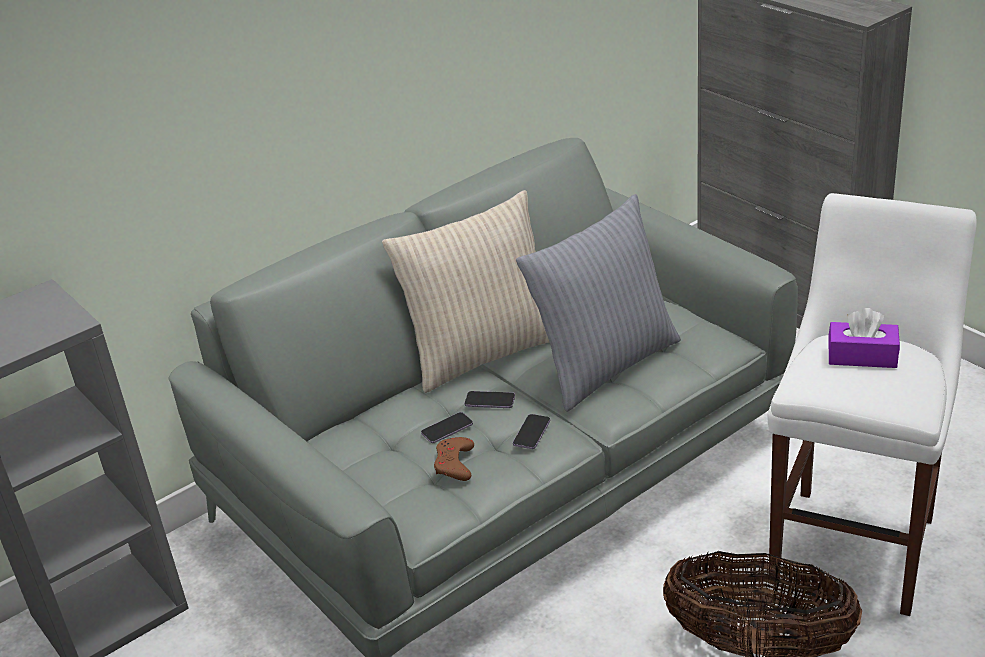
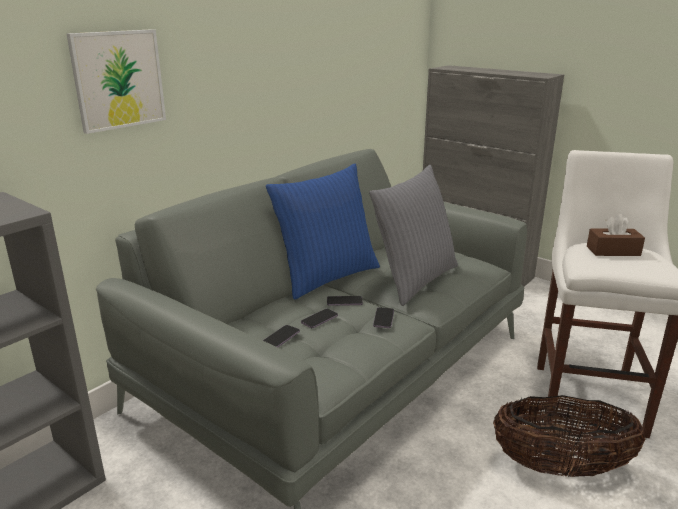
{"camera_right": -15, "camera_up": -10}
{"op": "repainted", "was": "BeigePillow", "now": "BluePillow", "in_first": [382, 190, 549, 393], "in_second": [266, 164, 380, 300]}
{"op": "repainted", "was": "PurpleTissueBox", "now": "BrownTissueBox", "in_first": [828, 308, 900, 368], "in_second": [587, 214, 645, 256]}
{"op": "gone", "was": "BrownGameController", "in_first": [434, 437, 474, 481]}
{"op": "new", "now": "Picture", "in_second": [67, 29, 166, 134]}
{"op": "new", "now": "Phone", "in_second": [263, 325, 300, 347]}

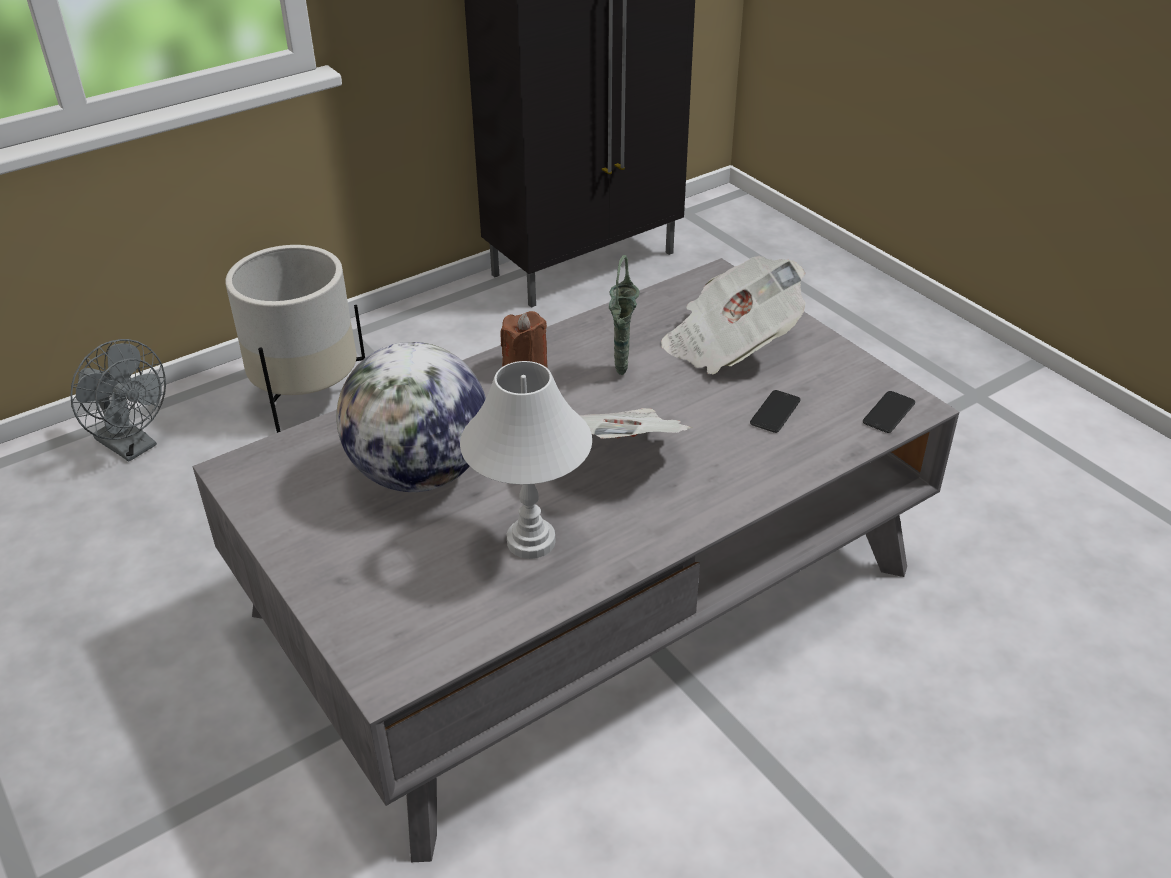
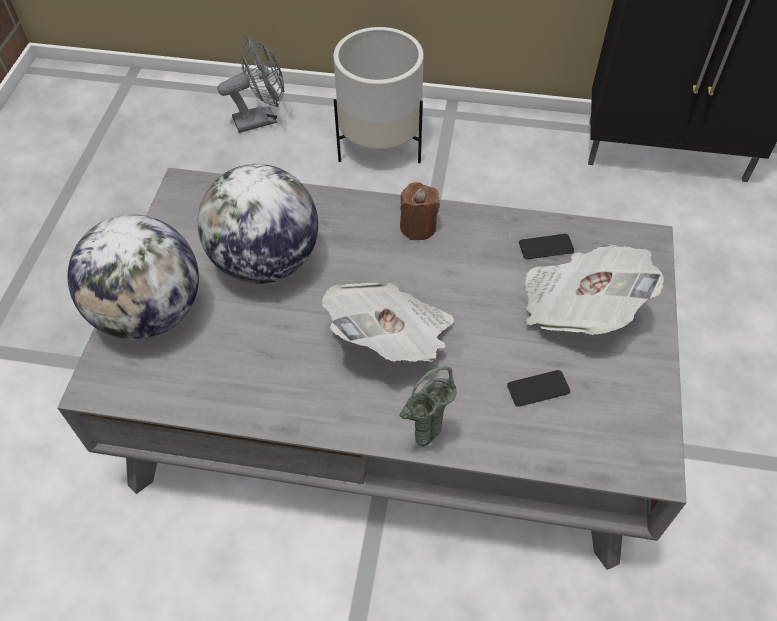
{"camera_right": 45, "camera_up": 15}
{"op": "shifted", "was": "GreenVase", "in_first": [609, 255, 639, 375], "in_second": [399, 366, 457, 447]}
{"op": "rotated", "was": "GreyFan", "in_first": [71, 339, 166, 462], "in_second": [218, 37, 284, 133], "clockwise": -105}
{"op": "gone", "was": "WhiteTableLamp", "in_first": [460, 361, 592, 559]}
{"op": "shifted", "was": "Phone", "in_first": [863, 391, 915, 433], "in_second": [519, 234, 574, 259]}
{"op": "new", "now": "Globe", "in_second": [67, 214, 199, 340]}

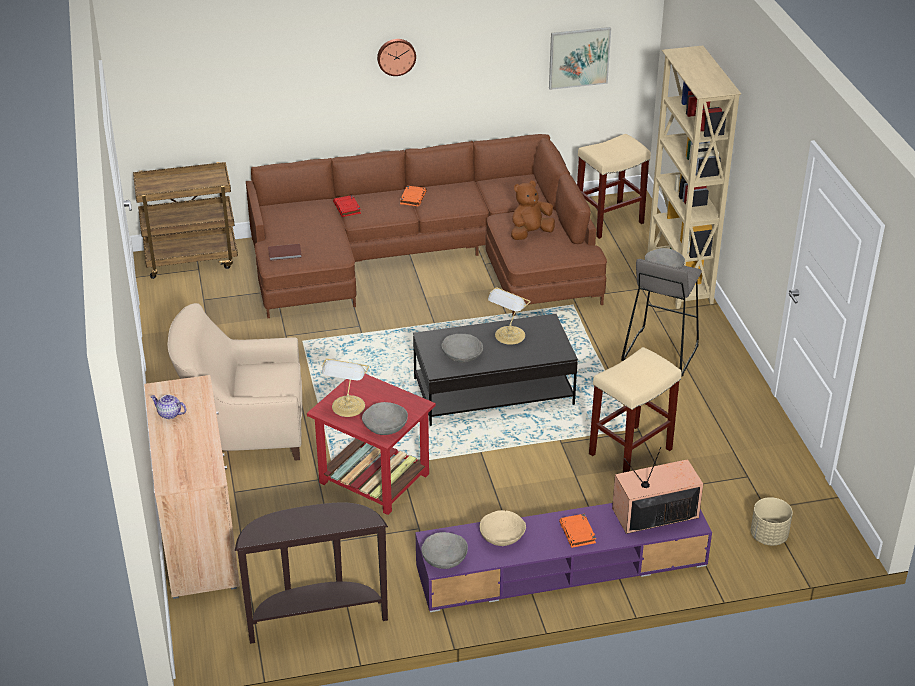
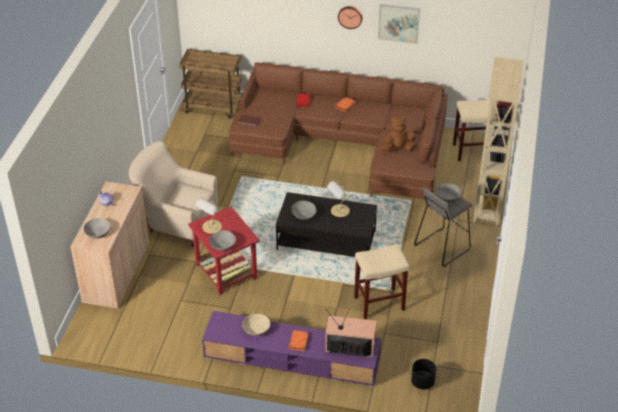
{"camera_right": 25, "camera_up": 5}
{"op": "shifted", "was": "Picture", "in_first": [549, 27, 611, 90], "in_second": [378, 4, 420, 44]}
{"op": "repainted", "was": "BeigePlanter", "now": "BlackPlanter", "in_first": [751, 497, 793, 545], "in_second": [411, 359, 436, 390]}
{"op": "gone", "was": "BrownConsoleTable", "in_first": [235, 502, 388, 644]}
{"op": "shifted", "was": "GreyBowl", "in_first": [421, 532, 468, 569], "in_second": [84, 218, 111, 239]}

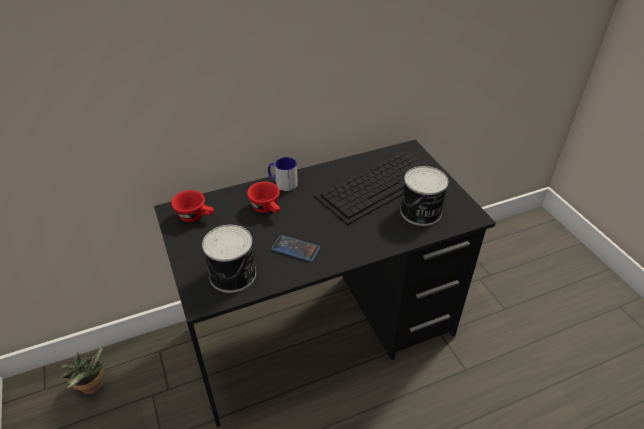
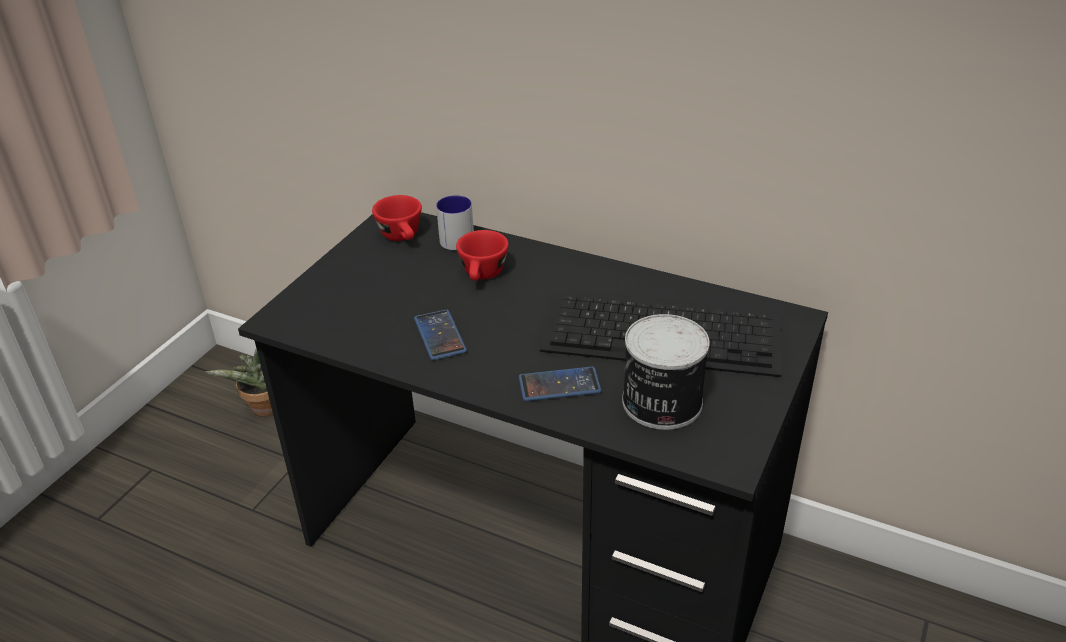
{"camera_right": 50, "camera_up": -5}
{"op": "shifted", "was": "Mug", "in_first": [268, 157, 298, 191], "in_second": [436, 195, 474, 251]}
{"op": "gone", "was": "Can", "in_first": [202, 225, 256, 293]}
{"op": "new", "now": "Phone", "in_second": [519, 367, 602, 401]}

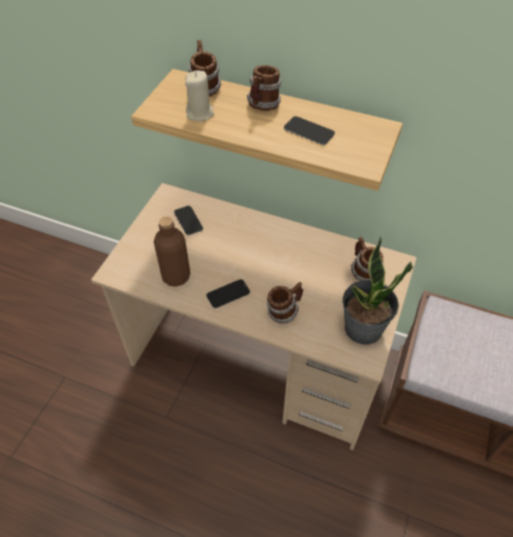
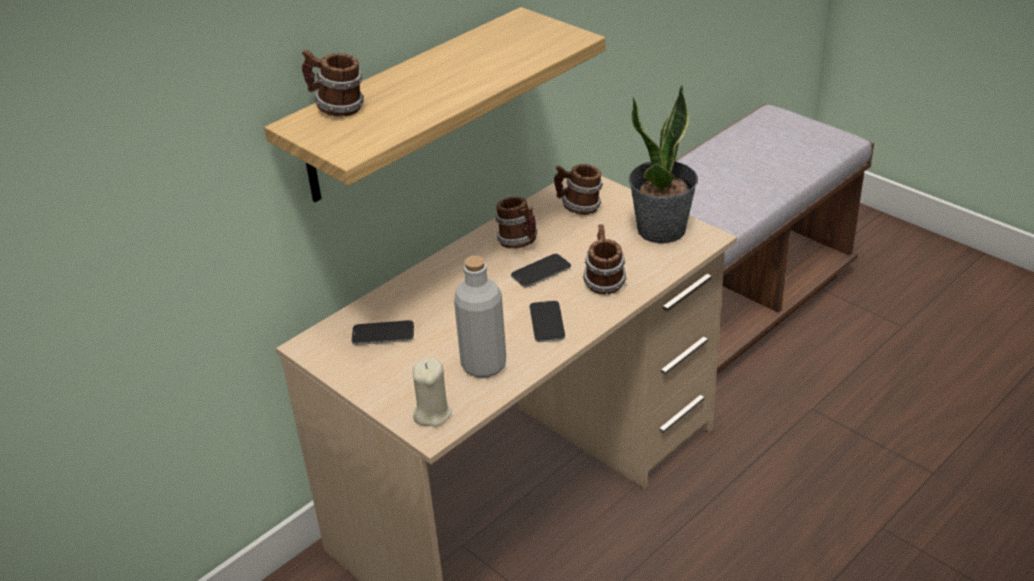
{"camera_right": -65, "camera_up": -15}
{"op": "shifted", "was": "Mug", "in_first": [247, 65, 281, 111], "in_second": [495, 197, 538, 249]}
{"op": "shifted", "was": "BeigeCandle", "in_first": [185, 70, 214, 121], "in_second": [413, 358, 452, 427]}
{"op": "shifted", "was": "Phone", "in_first": [284, 116, 335, 145], "in_second": [511, 254, 571, 288]}
{"op": "repainted", "was": "BrownBottle", "now": "GreyBottle", "in_first": [154, 217, 190, 287], "in_second": [454, 256, 506, 378]}

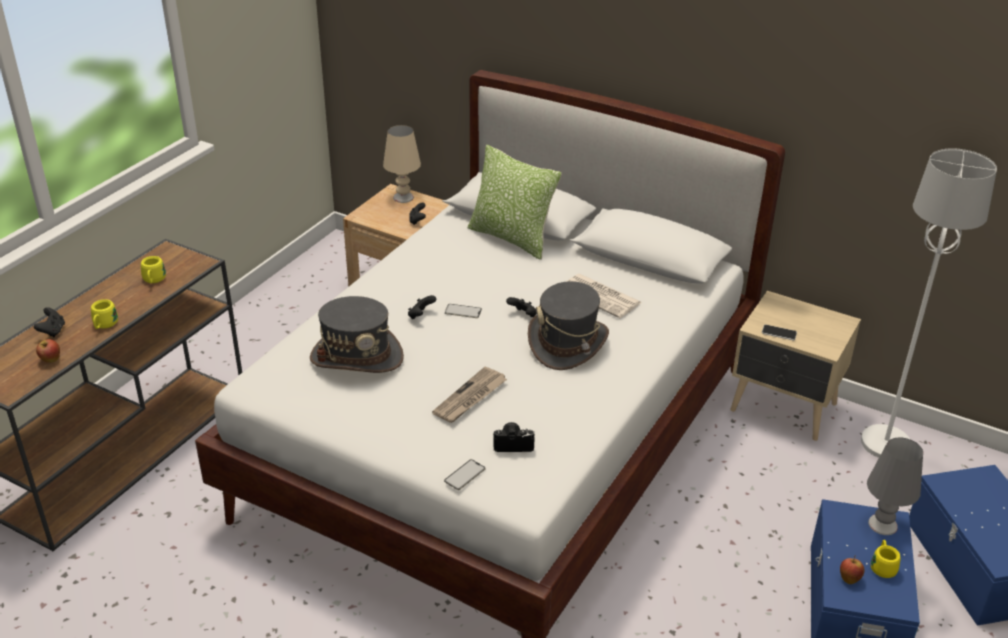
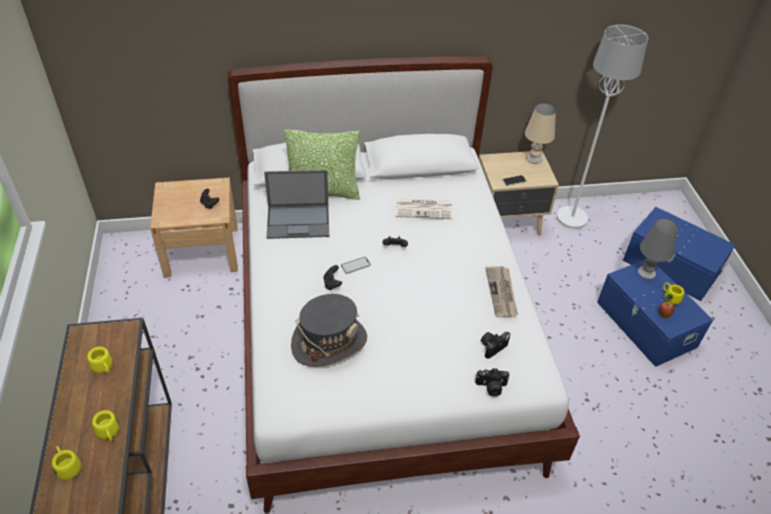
{"camera_right": -40, "camera_up": 10}
{"op": "shifted", "was": "BeigeTableLamp", "in_first": [383, 125, 421, 203], "in_second": [525, 104, 556, 164]}
{"op": "gone", "was": "GreyHat", "in_first": [528, 281, 609, 370]}
{"op": "swapped", "was": "BlackGameController", "now": "YellowMug", "in_first": [34, 307, 65, 337], "in_second": [52, 446, 81, 480]}
{"op": "gone", "was": "Apple", "in_first": [36, 339, 60, 363]}
{"op": "shifted", "was": "Newspaper", "in_first": [432, 366, 507, 423], "in_second": [485, 266, 518, 317]}
{"op": "swapped", "was": "Phone", "now": "PhotoCamera", "in_first": [444, 459, 486, 490], "in_second": [475, 368, 509, 397]}
{"op": "new", "now": "Laptop", "in_second": [264, 170, 329, 239]}

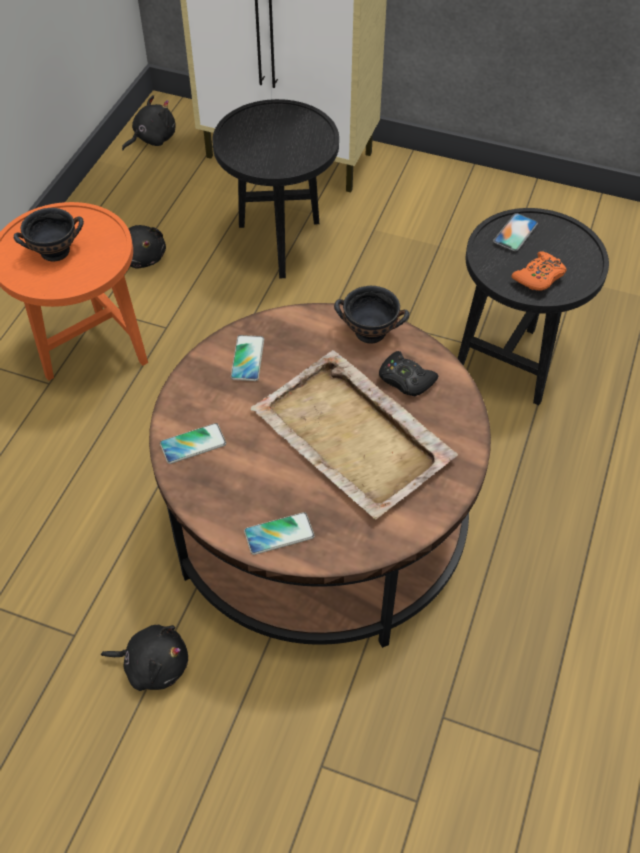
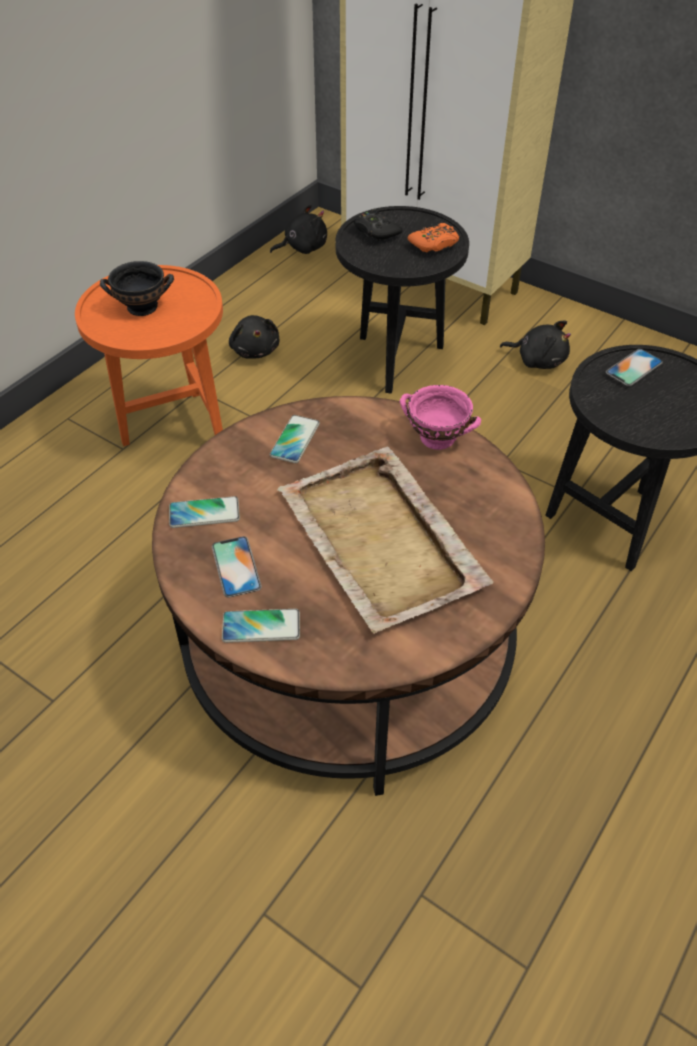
{"camera_right": 15, "camera_up": -5}
{"op": "shifted", "was": "OrangeGameController", "in_first": [512, 251, 567, 291], "in_second": [408, 223, 459, 253]}
{"op": "repainted", "was": "BlackBowl", "now": "PinkBowl", "in_first": [334, 286, 409, 344], "in_second": [400, 385, 481, 450]}
{"op": "shifted", "was": "BlackGameController", "in_first": [379, 351, 438, 396], "in_second": [353, 208, 403, 241]}
{"op": "shifted", "was": "BlackPlushToy", "in_first": [101, 625, 188, 691], "in_second": [500, 320, 571, 369]}
{"op": "new", "now": "Phone", "in_second": [212, 536, 262, 597]}

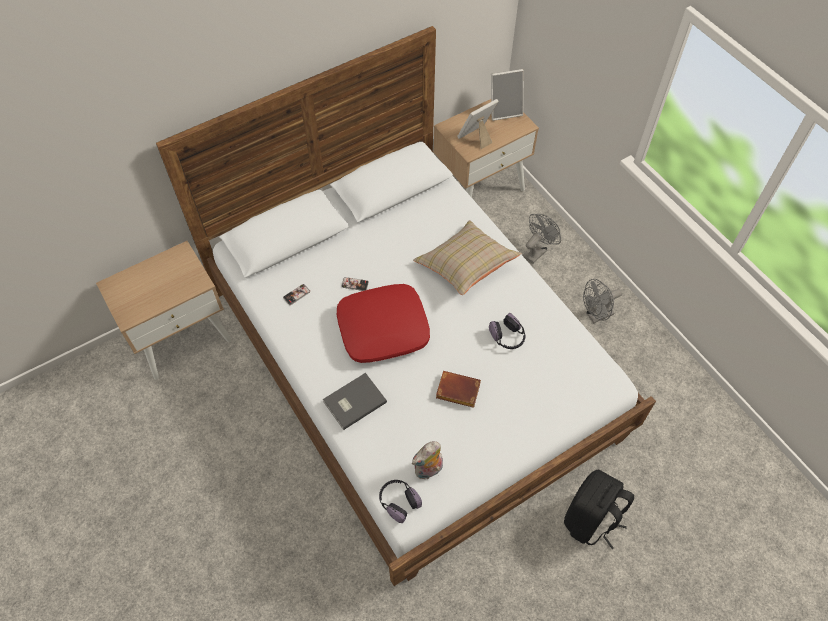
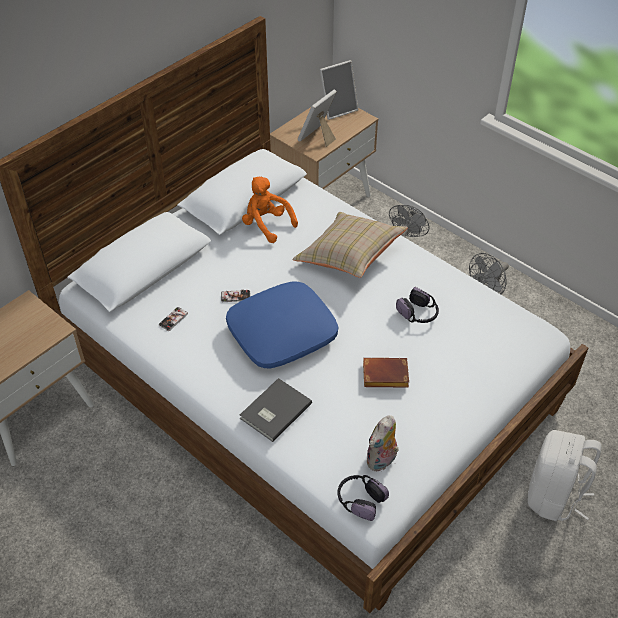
{"camera_right": -15, "camera_up": -10}
{"op": "repainted", "was": "RedPillow", "now": "BluePillow", "in_first": [337, 284, 430, 363], "in_second": [226, 281, 338, 369]}
{"op": "repainted", "was": "BlackBackpack", "now": "WhiteBackpack", "in_first": [564, 470, 634, 549], "in_second": [528, 430, 602, 521]}
{"op": "new", "now": "OrangePlushToy", "in_second": [242, 177, 298, 243]}

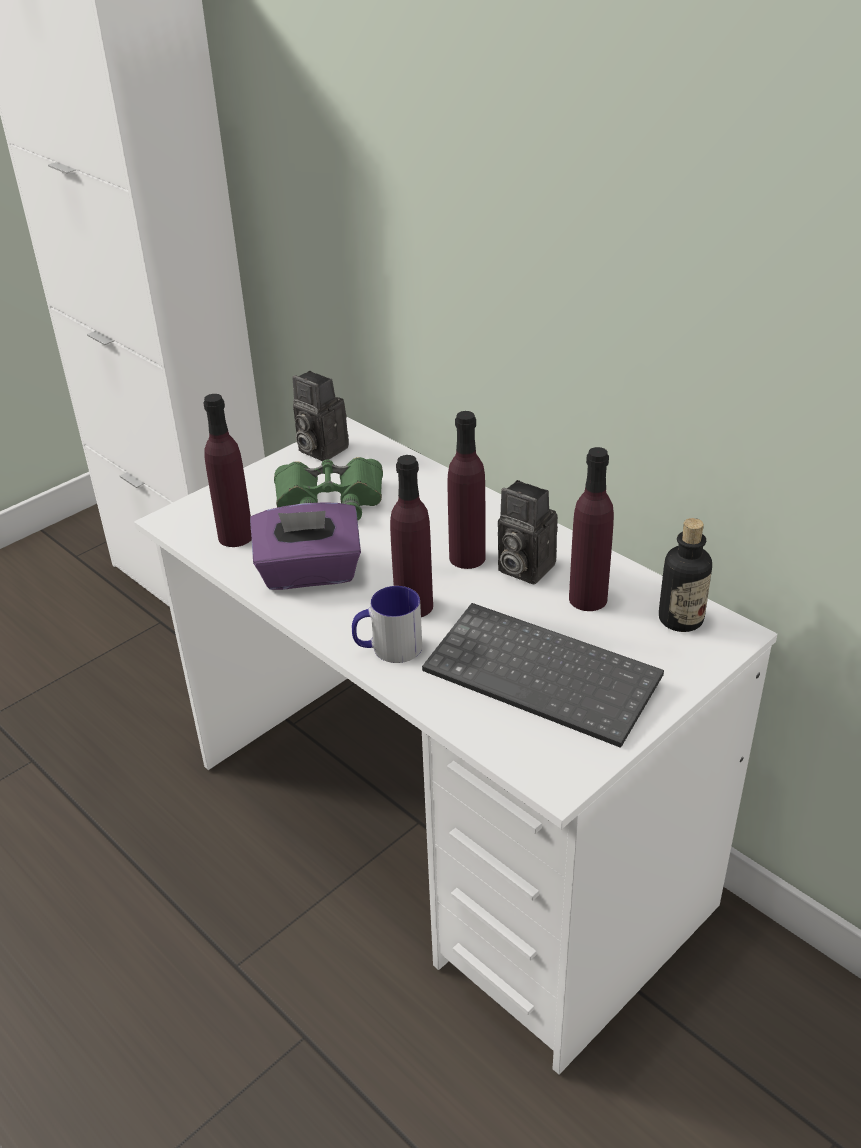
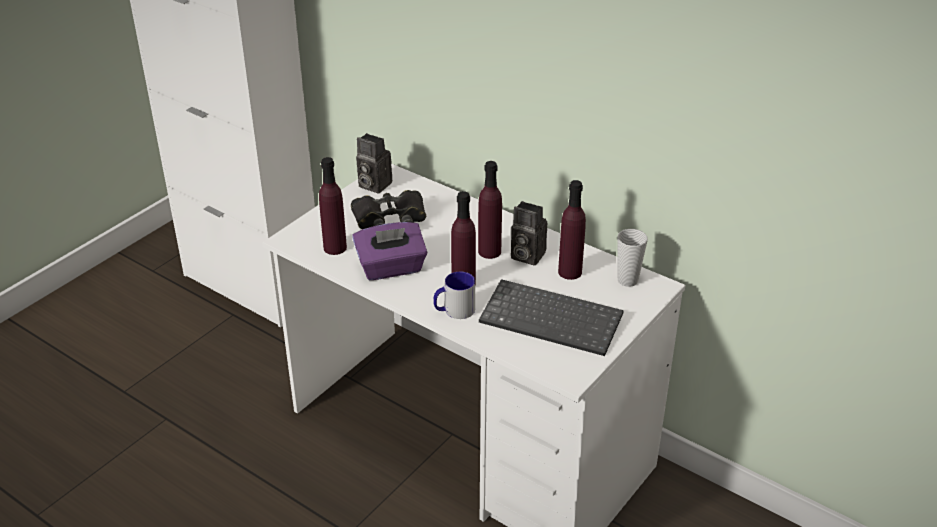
{"camera_right": -10, "camera_up": 0}
{"op": "repainted", "was": "GreenBinoculars", "now": "BlackBinoculars", "in_first": [274, 457, 383, 521], "in_second": [351, 190, 426, 229]}
{"op": "swapped", "was": "Bottle", "now": "Cup", "in_first": [659, 518, 712, 632], "in_second": [618, 229, 648, 287]}

